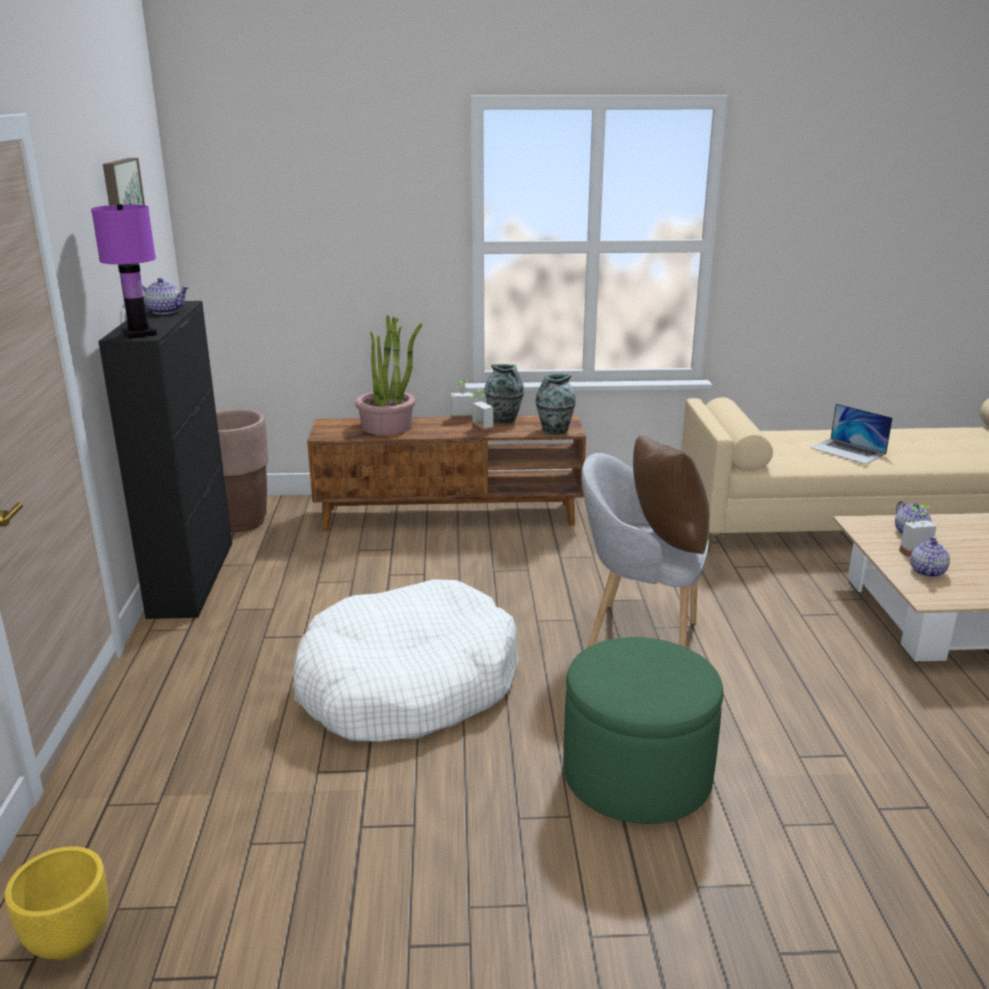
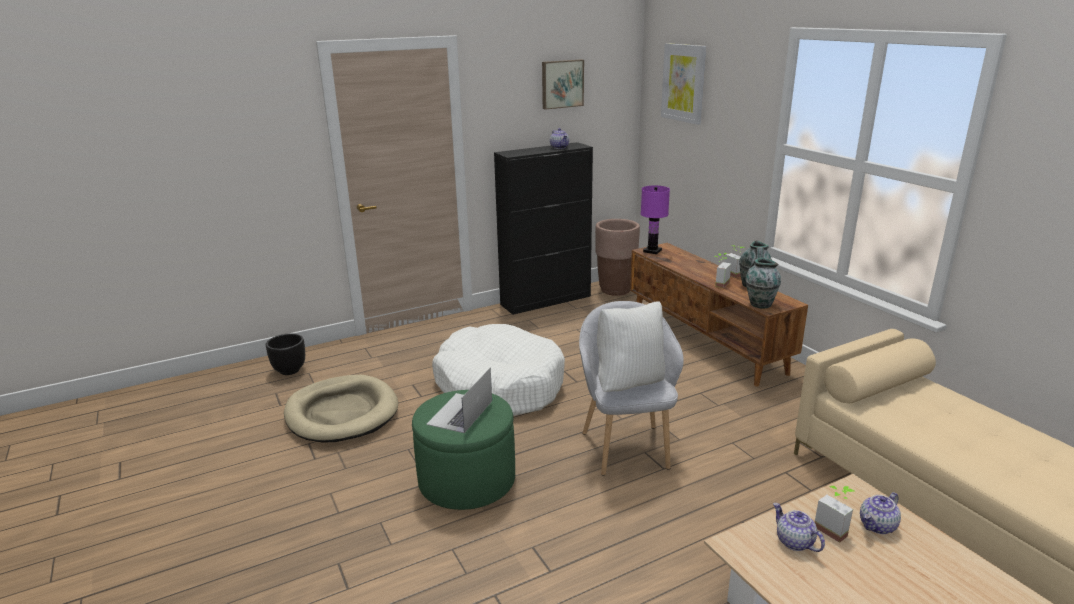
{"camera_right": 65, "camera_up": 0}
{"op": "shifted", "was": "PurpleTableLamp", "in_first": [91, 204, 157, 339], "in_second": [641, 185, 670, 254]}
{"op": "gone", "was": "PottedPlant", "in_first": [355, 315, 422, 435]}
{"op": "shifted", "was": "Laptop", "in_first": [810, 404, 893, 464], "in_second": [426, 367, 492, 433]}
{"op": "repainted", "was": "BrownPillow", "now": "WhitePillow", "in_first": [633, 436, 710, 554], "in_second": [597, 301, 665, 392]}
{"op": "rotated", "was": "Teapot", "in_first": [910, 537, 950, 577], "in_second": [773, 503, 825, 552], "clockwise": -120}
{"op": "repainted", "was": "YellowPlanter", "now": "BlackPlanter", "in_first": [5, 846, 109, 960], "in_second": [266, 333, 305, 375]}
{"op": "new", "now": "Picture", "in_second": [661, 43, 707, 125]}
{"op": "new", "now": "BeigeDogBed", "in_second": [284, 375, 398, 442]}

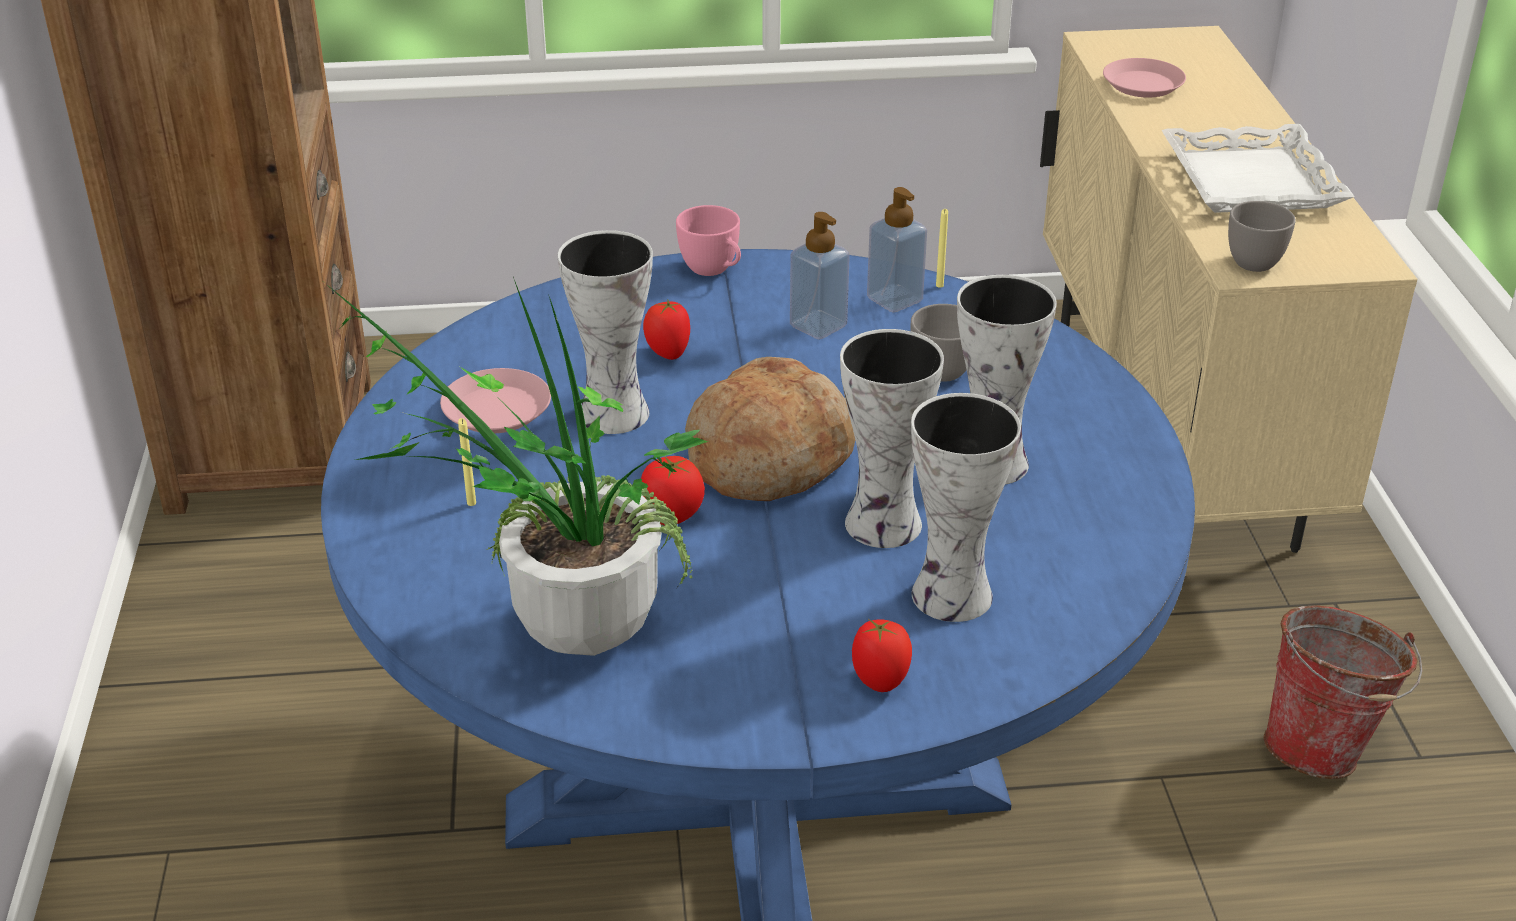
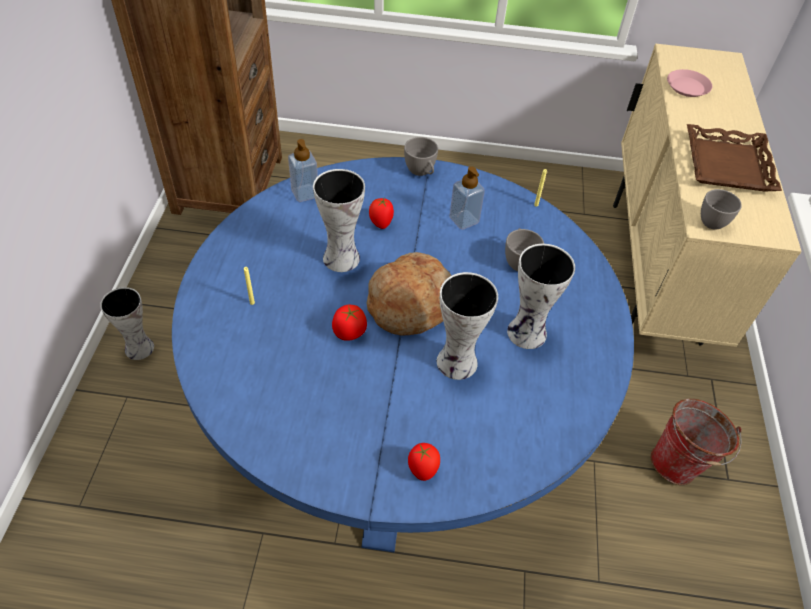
{"camera_right": 10, "camera_up": 15}
{"op": "repainted", "was": "WhiteTray", "now": "BrownTray", "in_first": [1161, 124, 1355, 213], "in_second": [687, 124, 782, 192]}
{"op": "shifted", "was": "SoapDispenser", "in_first": [867, 187, 927, 312], "in_second": [288, 139, 318, 202]}
{"op": "repainted", "was": "PinkCup", "now": "GreyCup", "in_first": [676, 205, 741, 276], "in_second": [404, 137, 438, 176]}
{"op": "gone", "was": "PottedPlant", "in_first": [325, 277, 708, 656]}
{"op": "gone", "was": "PinkPlate", "in_first": [440, 368, 551, 433]}
{"op": "shifted", "was": "Vase", "in_first": [911, 393, 1021, 622], "in_second": [100, 287, 154, 360]}

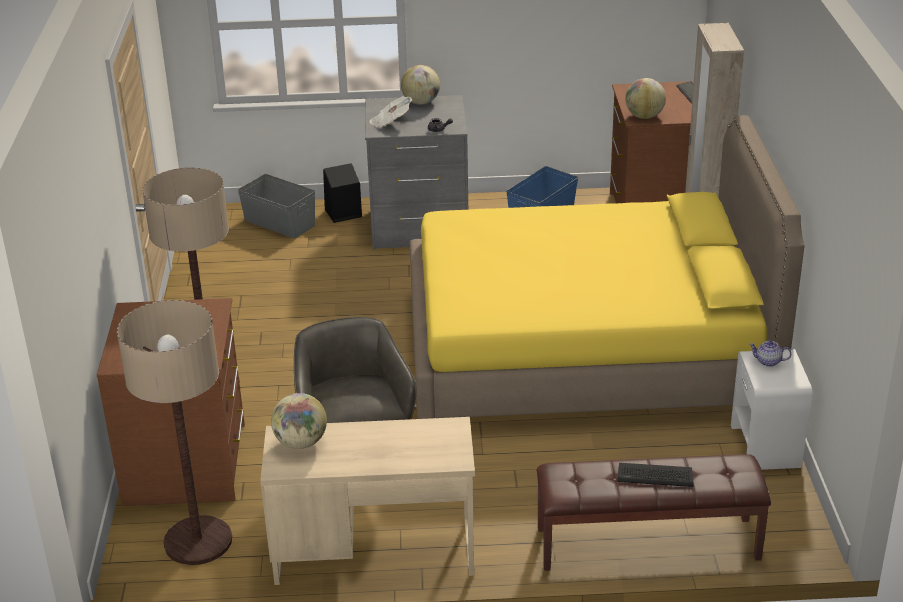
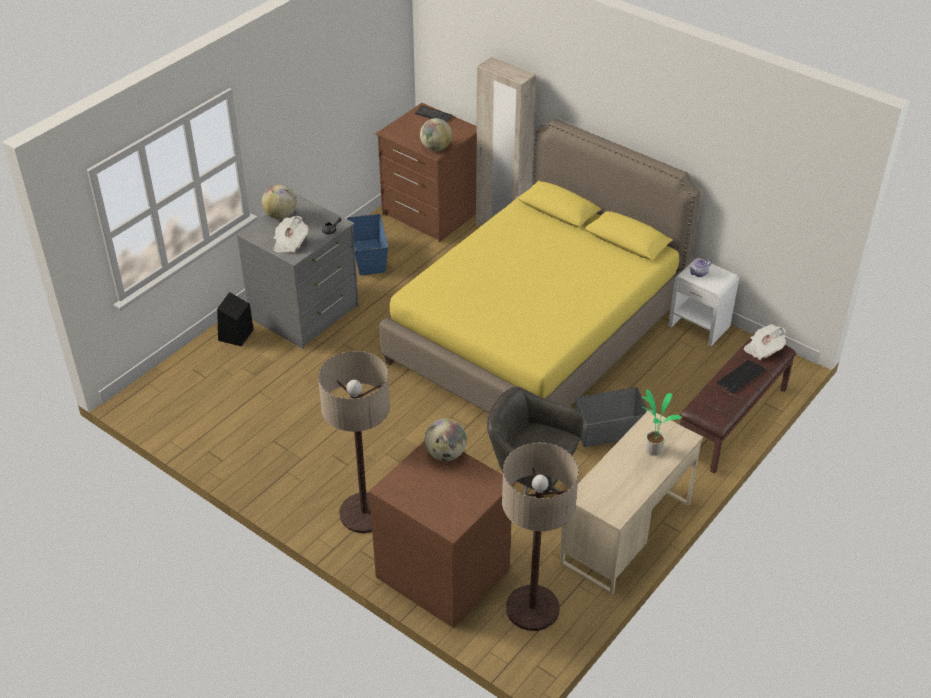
{"camera_right": -50, "camera_up": 10}
{"op": "shifted", "was": "GreyStorageBox", "in_first": [238, 174, 316, 239], "in_second": [575, 387, 648, 447]}
{"op": "shifted", "was": "Globe", "in_first": [271, 393, 327, 449], "in_second": [424, 419, 467, 461]}
{"op": "new", "now": "Newspaper", "in_second": [744, 324, 786, 360]}
{"op": "new", "now": "PottedPlant", "in_second": [642, 389, 682, 456]}

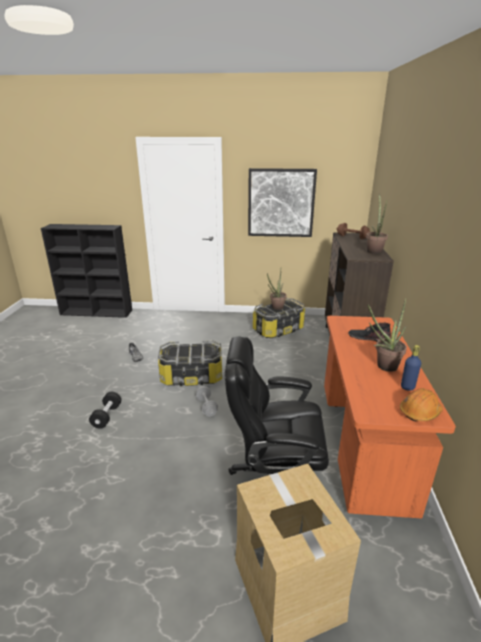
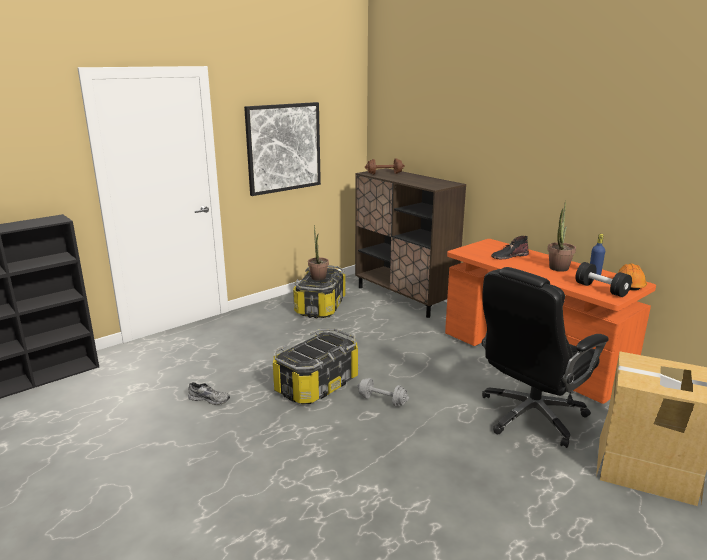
{"camera_right": -45, "camera_up": -5}
{"op": "gone", "was": "PottedPlant", "in_first": [366, 193, 388, 254]}
{"op": "shifted", "was": "BlackDumbbell", "in_first": [89, 392, 121, 429], "in_second": [576, 262, 632, 297]}

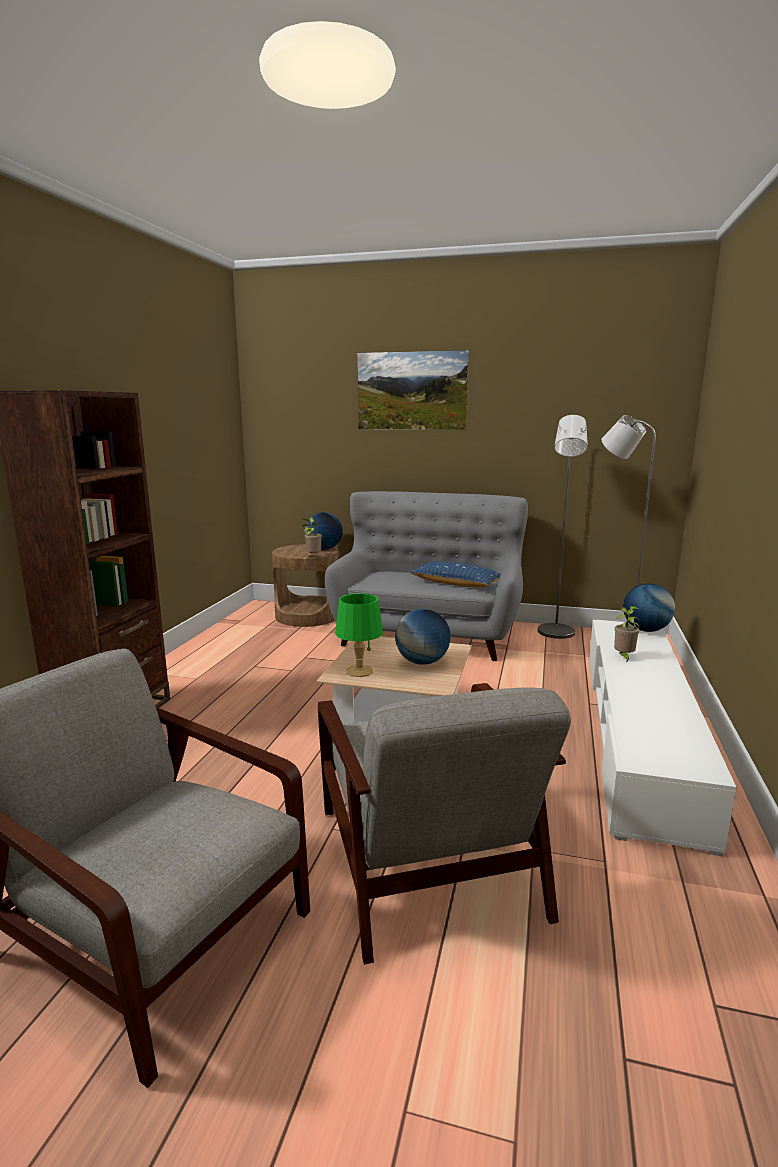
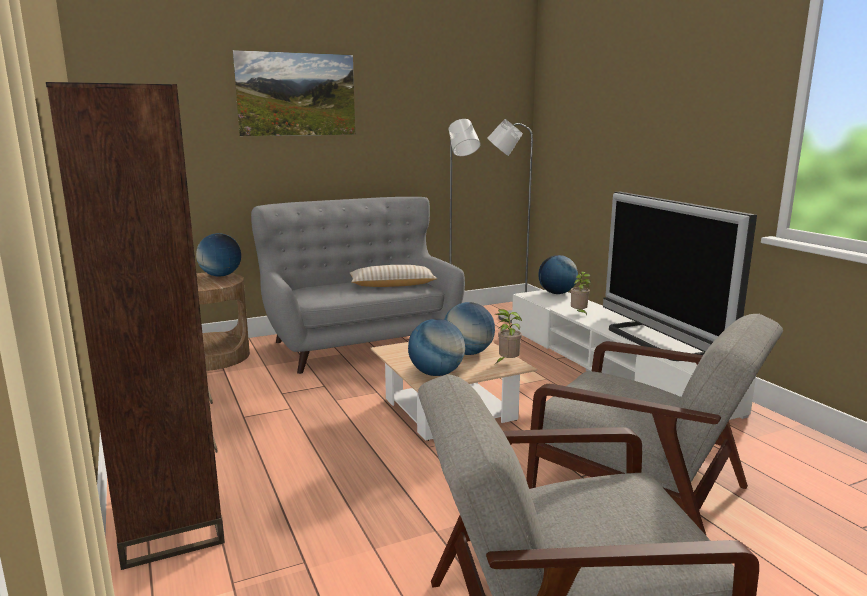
{"camera_right": -40, "camera_up": 0}
{"op": "shifted", "was": "PottedPlant", "in_first": [302, 517, 322, 556], "in_second": [495, 309, 522, 363]}
{"op": "repainted", "was": "BluePillow", "now": "BeigePillow", "in_first": [409, 561, 501, 588], "in_second": [350, 265, 437, 287]}
{"op": "swapped", "was": "GreenTableLamp", "now": "Globe", "in_first": [335, 593, 383, 677], "in_second": [408, 319, 465, 376]}
{"op": "new", "now": "Television", "in_second": [603, 192, 757, 361]}

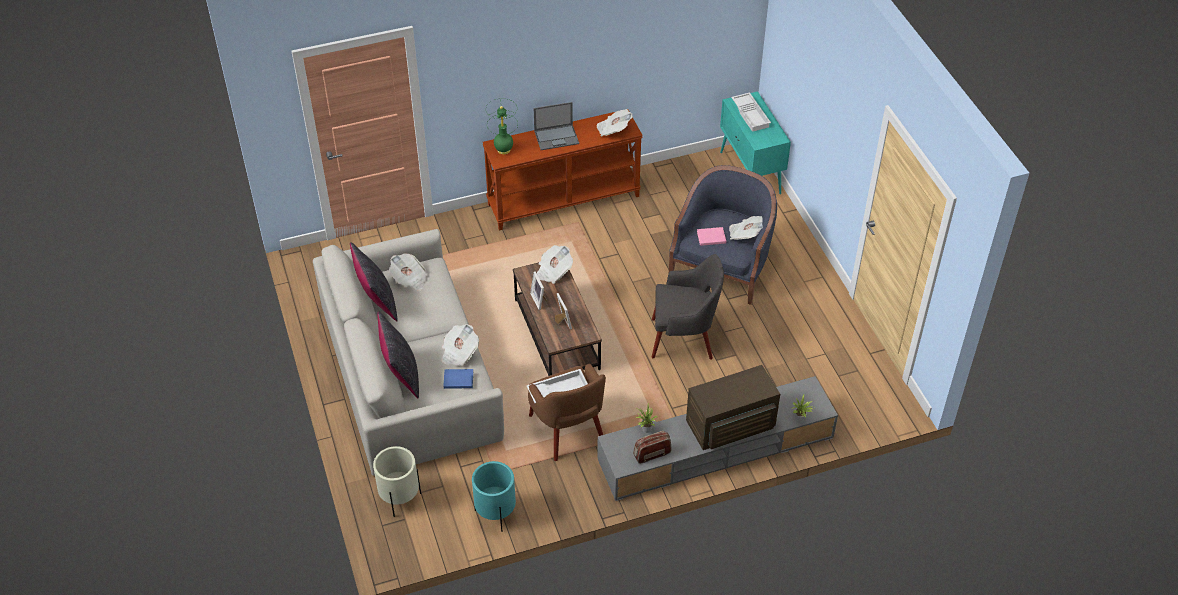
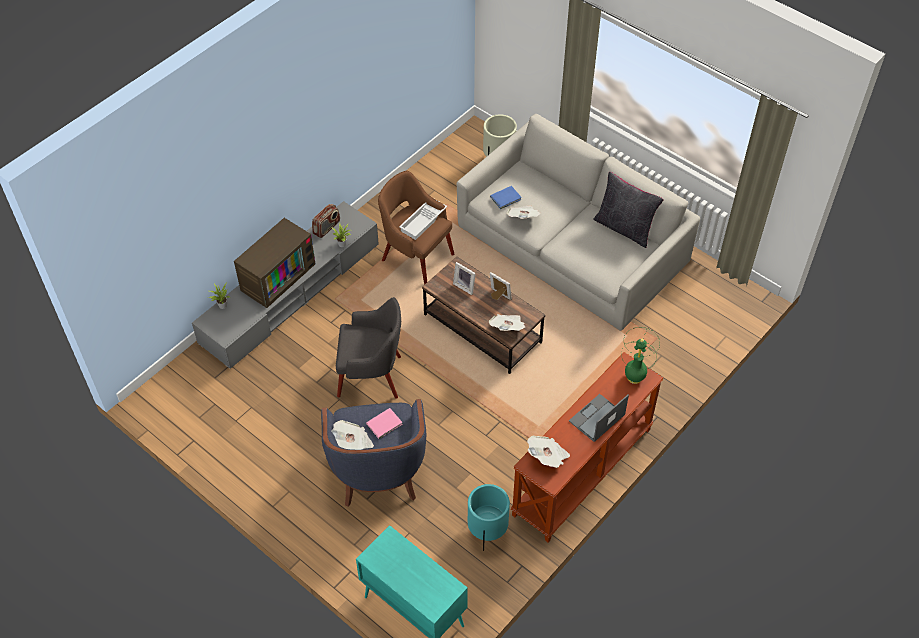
{"camera_right": 150, "camera_up": 5}
{"op": "gone", "was": "WhiteTray", "in_first": [731, 92, 771, 132]}
{"op": "gone", "was": "Newspaper", "in_first": [389, 253, 428, 291]}
{"op": "rotated", "was": "GreyArmchair", "in_first": [652, 254, 724, 360], "in_second": [336, 297, 401, 399], "clockwise": -150}
{"op": "gone", "was": "BlackPillow", "in_first": [378, 312, 419, 398]}
{"op": "shifted", "was": "TurquoisePlanter", "in_first": [472, 461, 516, 532], "in_second": [468, 484, 510, 551]}

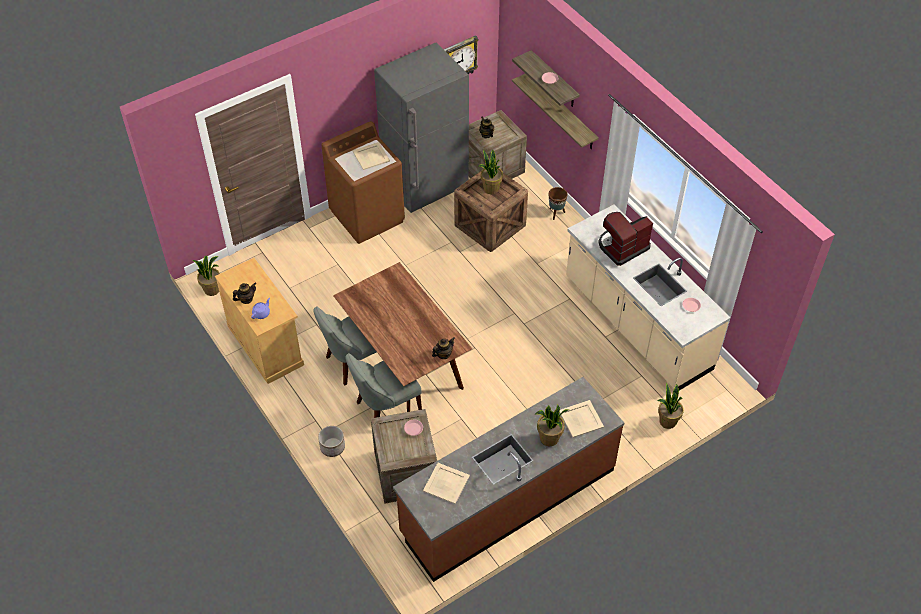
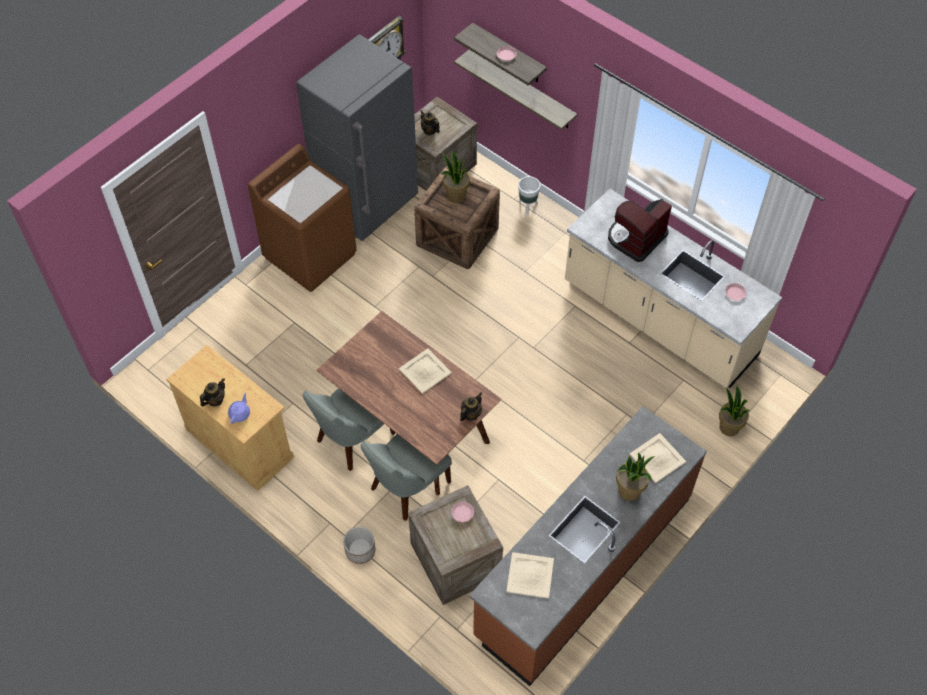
{"camera_right": -15, "camera_up": 5}
{"op": "shifted", "was": "BeigeTray", "in_first": [353, 142, 390, 170], "in_second": [399, 348, 452, 394]}
{"op": "repainted", "was": "BrownPlanter", "now": "WhitePlanter", "in_first": [549, 187, 568, 220], "in_second": [518, 176, 541, 215]}
{"op": "gone", "was": "PottedPlant", "in_first": [193, 256, 220, 296]}

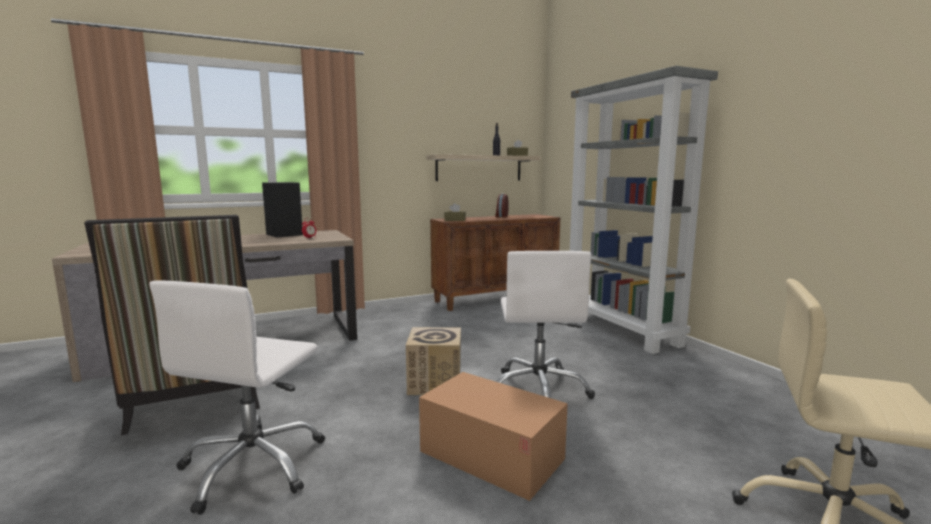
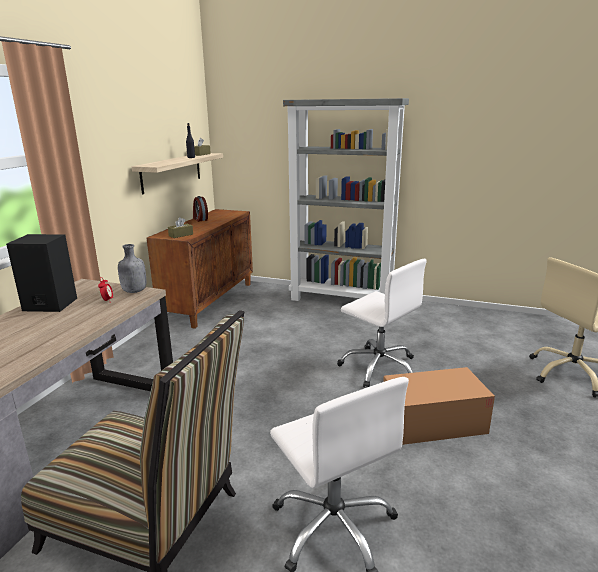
{"camera_right": -45, "camera_up": 10}
{"op": "gone", "was": "CardboardBox", "in_first": [406, 327, 461, 395]}
{"op": "new", "now": "GreyBottle", "in_second": [118, 244, 146, 293]}

